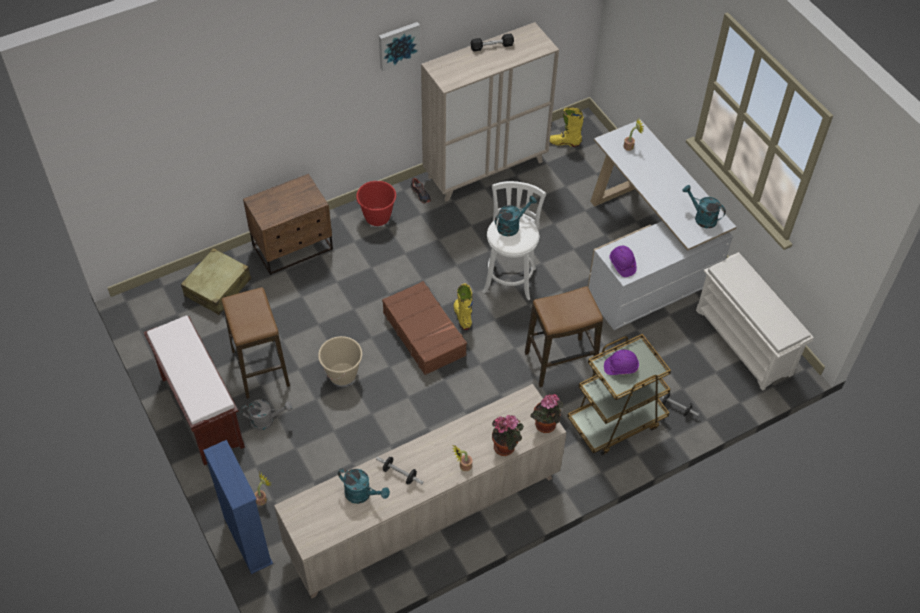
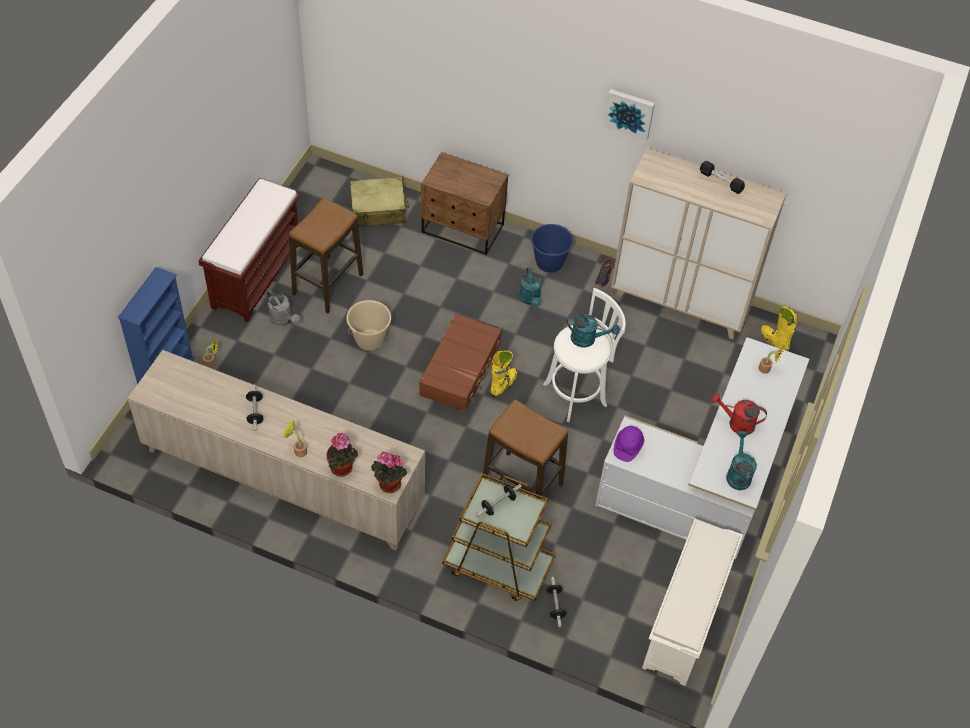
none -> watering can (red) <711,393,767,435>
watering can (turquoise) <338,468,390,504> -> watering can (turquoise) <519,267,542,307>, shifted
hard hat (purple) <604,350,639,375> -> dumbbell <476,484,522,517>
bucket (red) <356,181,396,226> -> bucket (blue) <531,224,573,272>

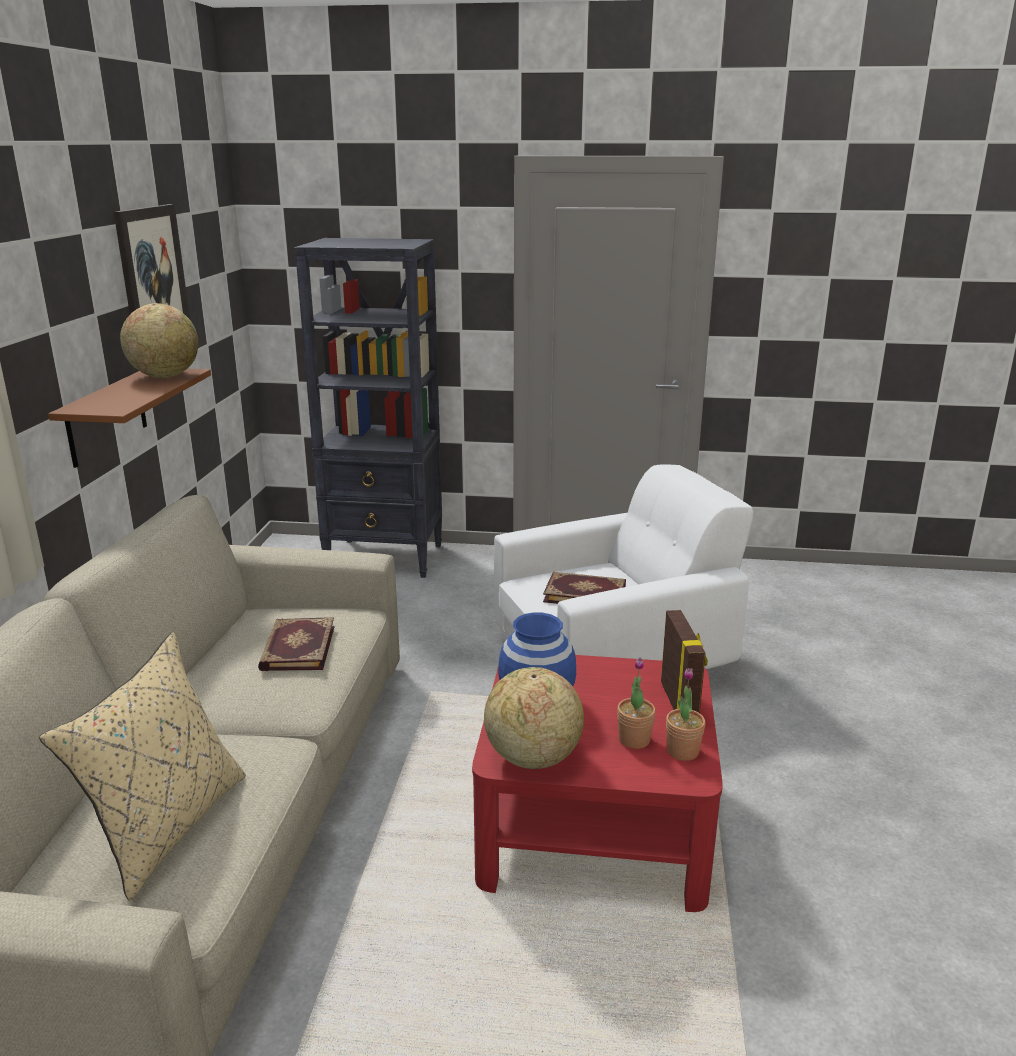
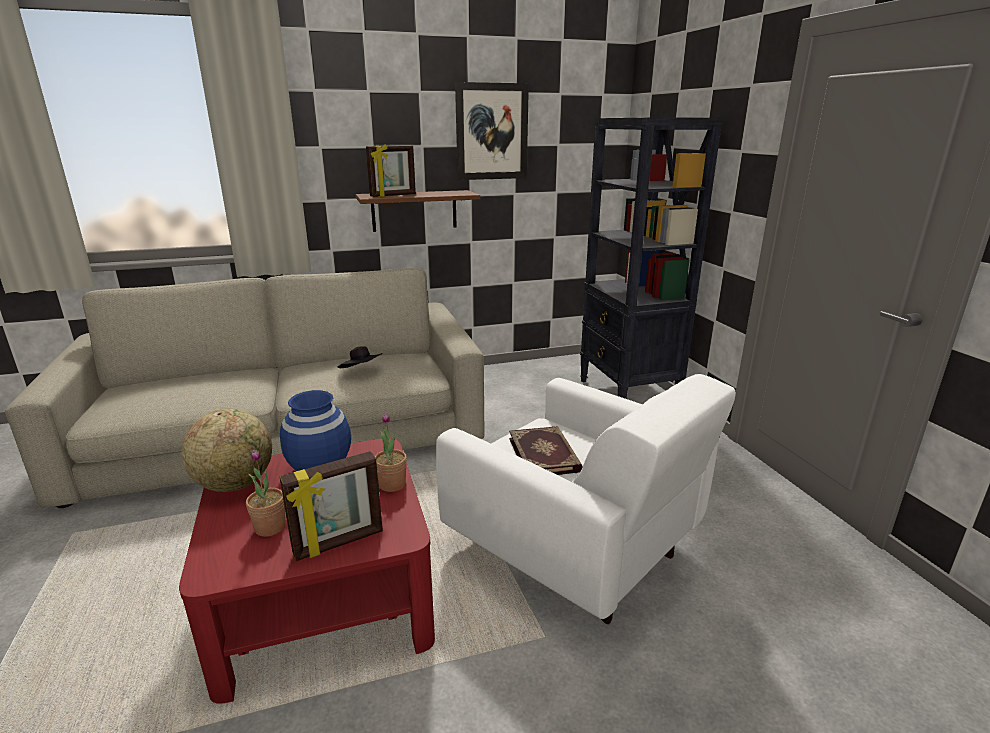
pillow (beige) <39,632,246,900> -> none
globe <120,303,198,378> -> none
none -> picture frame <366,144,416,197>
potted plant <666,668,705,761> -> potted plant <375,412,407,492>, shifted
book <258,617,335,671> -> hat (black) <337,346,383,368>

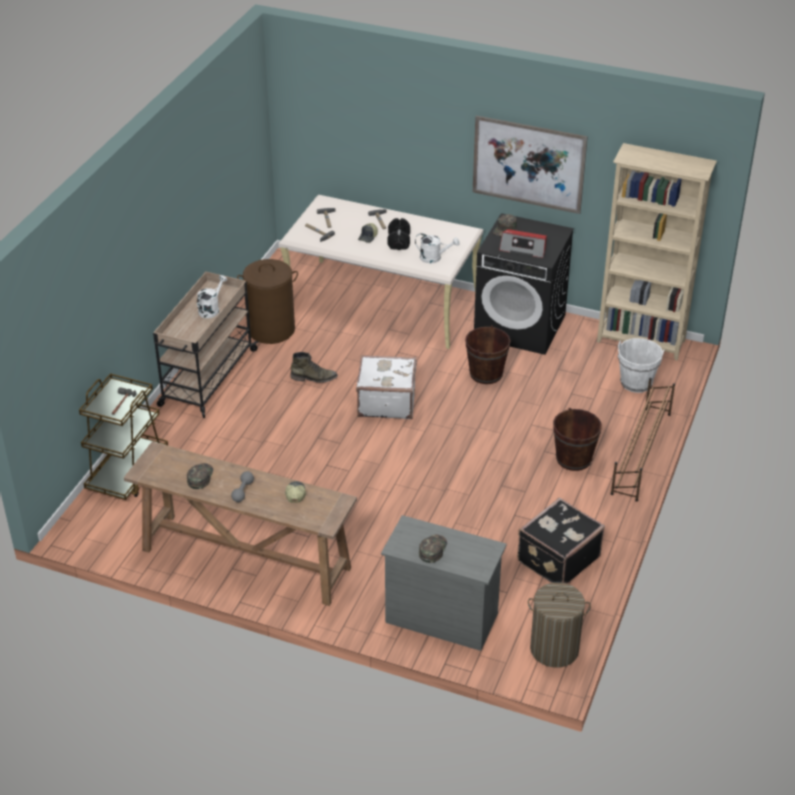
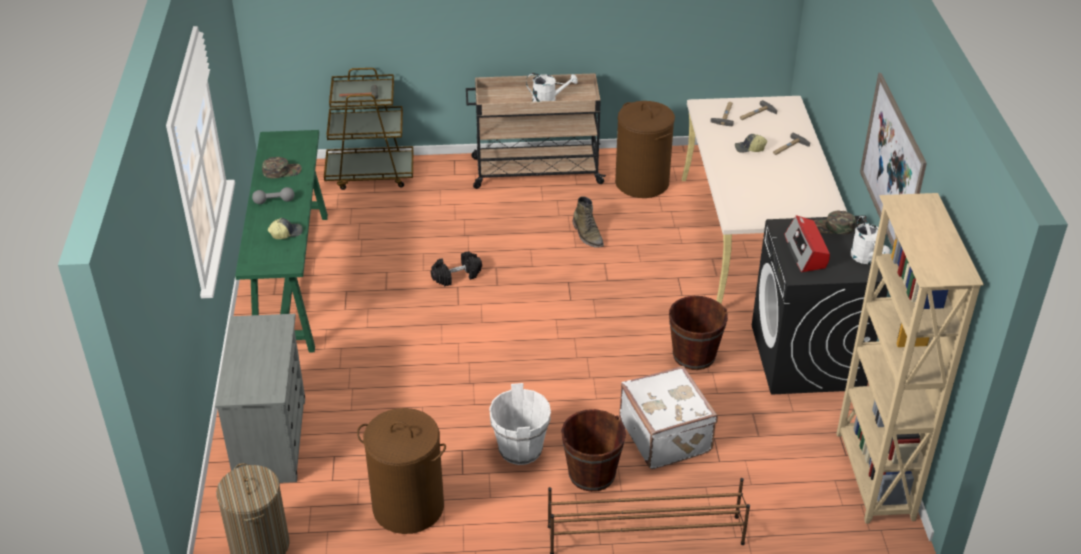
cap (green) <419,535,447,563> -> none
suitcase (white) <356,355,417,419> -> suitcase (white) <619,366,718,469>, shifted
dumbbell (black) <388,218,410,250> -> dumbbell (black) <431,252,482,287>, shifted
watering can (white) <415,233,459,263> -> watering can (white) <851,216,890,264>, shifted
bucket (white) <618,338,665,393> -> bucket (white) <489,383,551,465>, shifted
suitcase (black) <517,497,605,584> -> laundry basket (brown) <357,408,446,534>
console table (brown) <124,441,357,606> -> console table (green) <235,130,328,353>

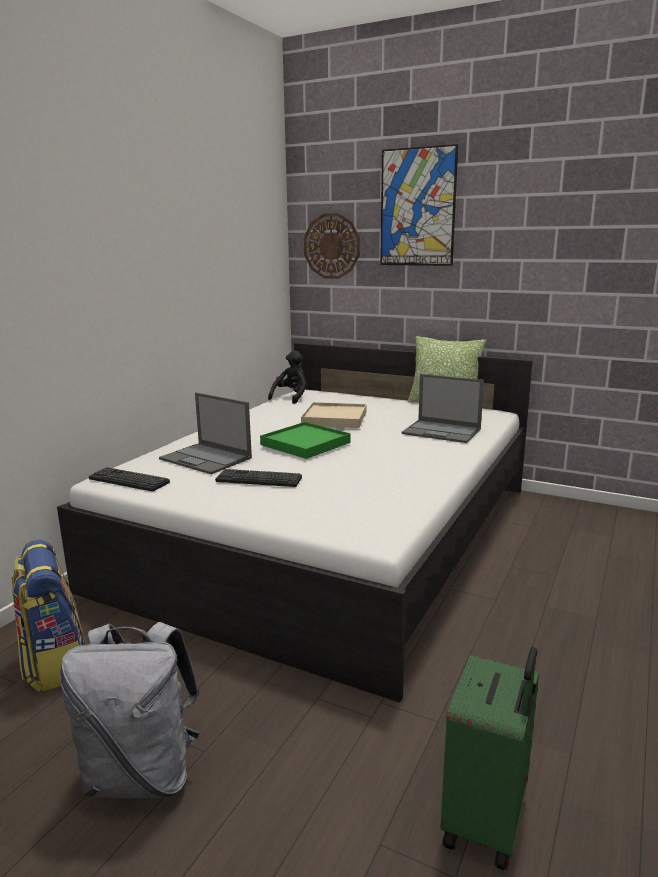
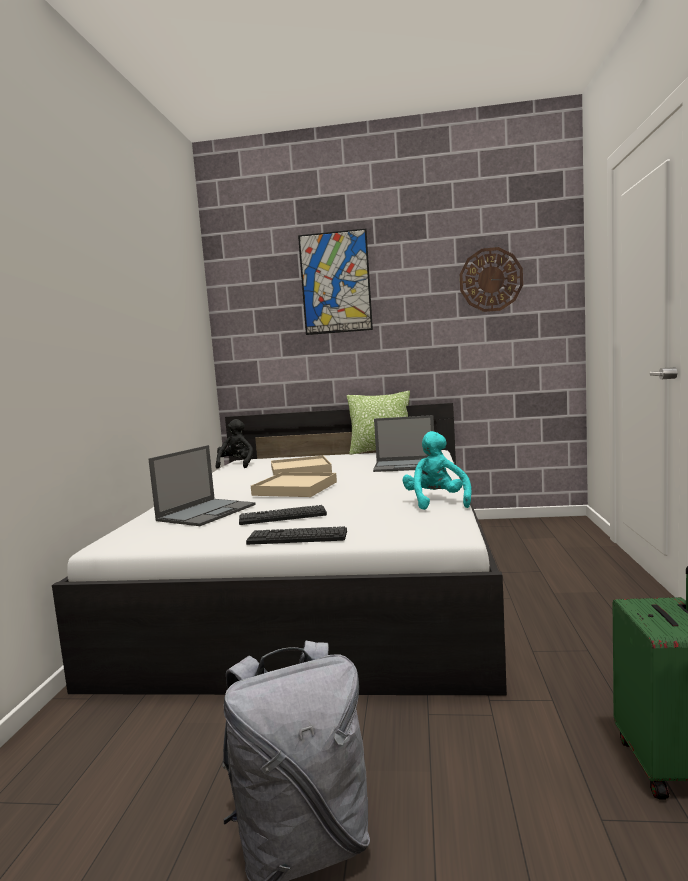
backpack <12,540,86,692> -> none
none -> plush toy (turquoise) <402,431,472,510>
keyboard <89,467,170,492> -> keyboard <246,526,347,545>, shifted
wall clock <304,213,360,279> -> wall clock <460,247,523,312>, shifted
tray (green) <260,422,351,459> -> tray (beige) <251,472,337,497>
laptop <159,392,252,475> -> laptop <148,445,255,526>, 75 degrees counterclockwise

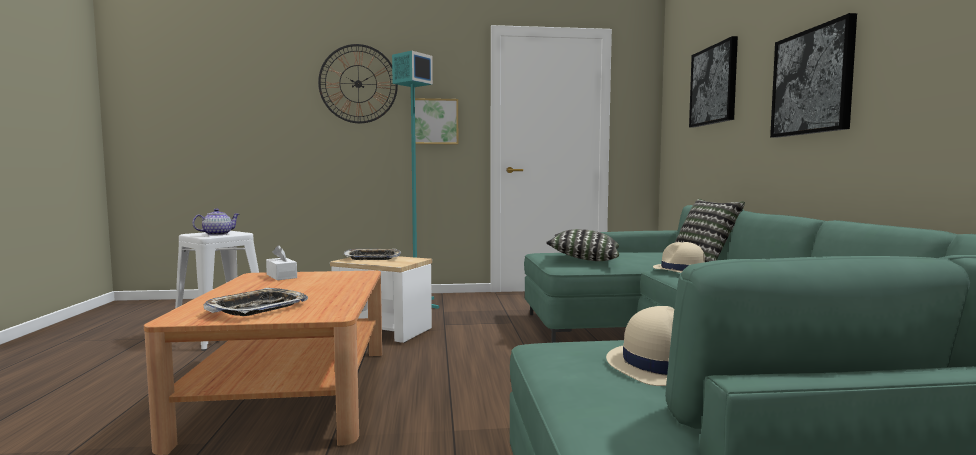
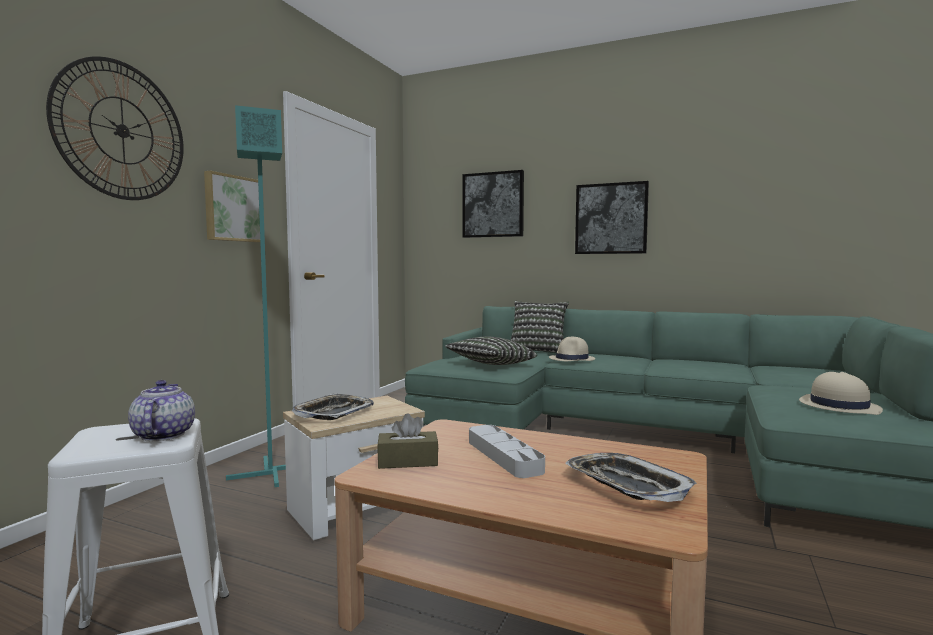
none -> tray (grey) <469,425,545,478>
tissue box (white) <266,245,297,280> -> tissue box (brown) <377,413,439,469>

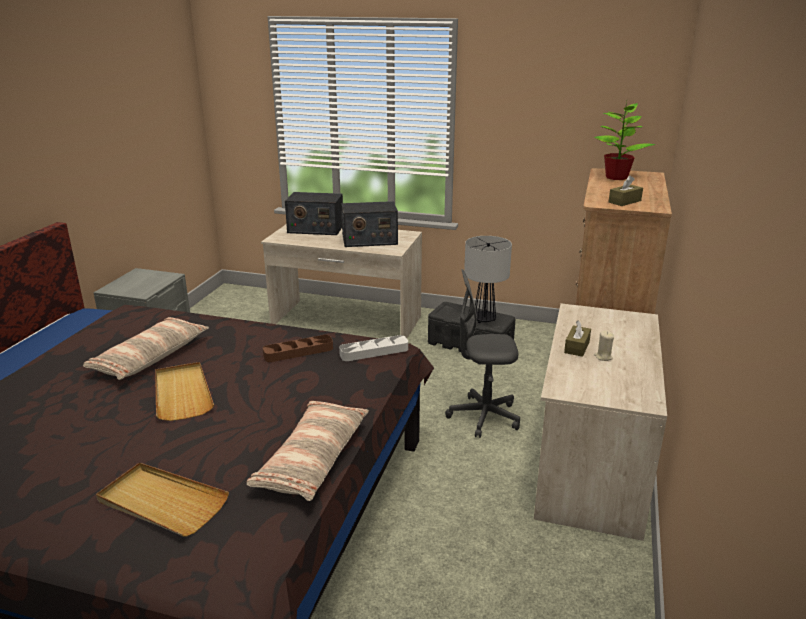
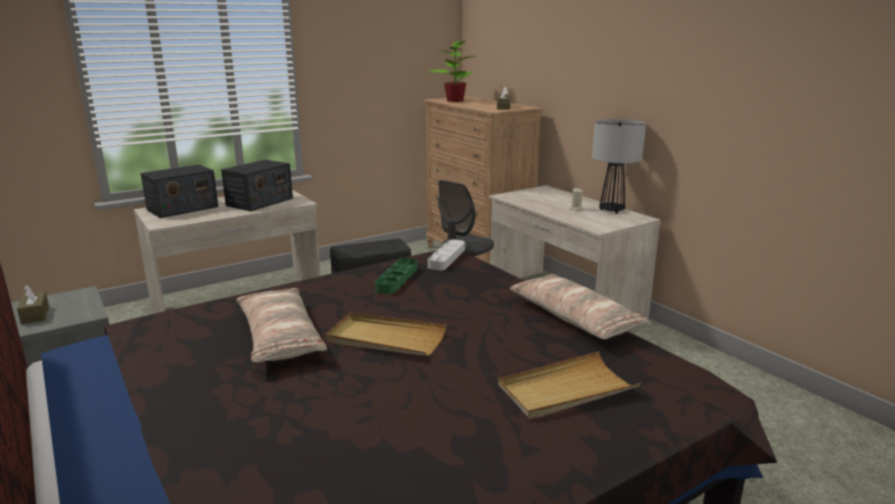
table lamp <464,236,512,323> -> table lamp <592,119,646,214>, shifted
tissue box (brown) <564,320,591,357> -> tissue box (brown) <17,285,49,324>, shifted
tray (brown) <263,335,333,362> -> tray (green) <375,258,417,294>

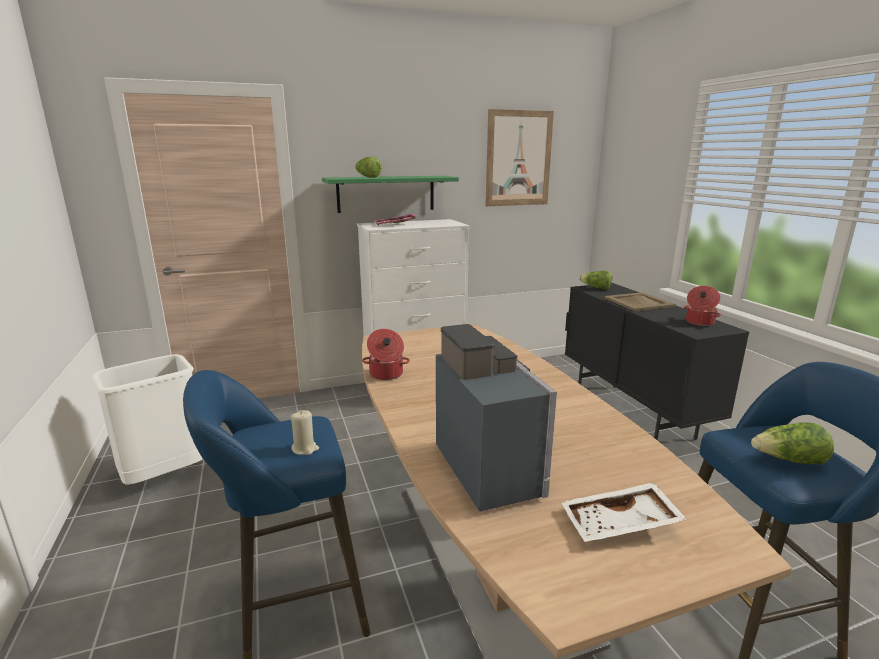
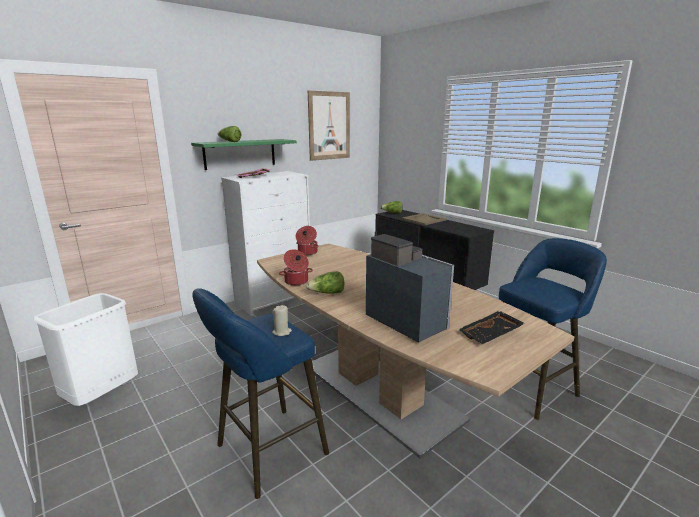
cooking pot <683,286,721,326> -> cooking pot <296,226,319,255>, shifted
lettuce <751,422,834,465> -> lettuce <306,271,344,294>, shifted
tray (white) <561,482,687,542> -> tray (black) <458,311,525,344>

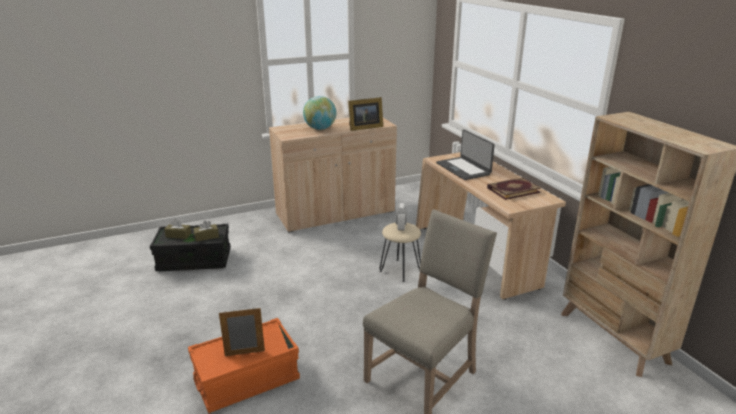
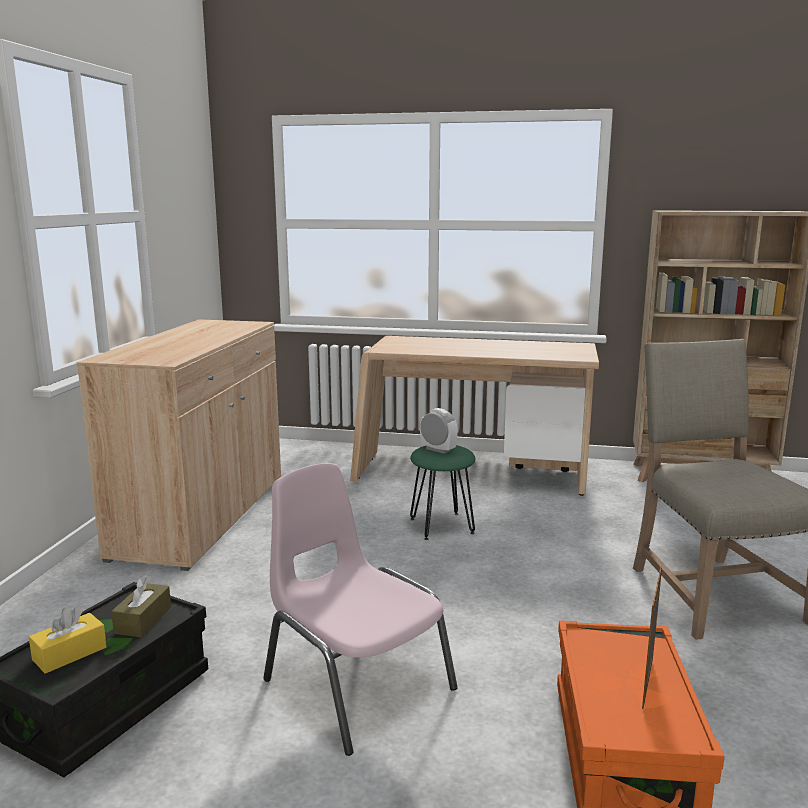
globe <303,96,336,130> -> none
picture frame <348,97,383,131> -> none
laptop <436,129,495,180> -> none
book <487,177,541,200> -> none
none -> chair (pink) <263,463,458,756>
tissue box (brown) <164,219,191,239> -> tissue box (yellow) <29,607,107,674>
stool (beige) <379,223,421,282> -> stool (green) <410,445,475,540>

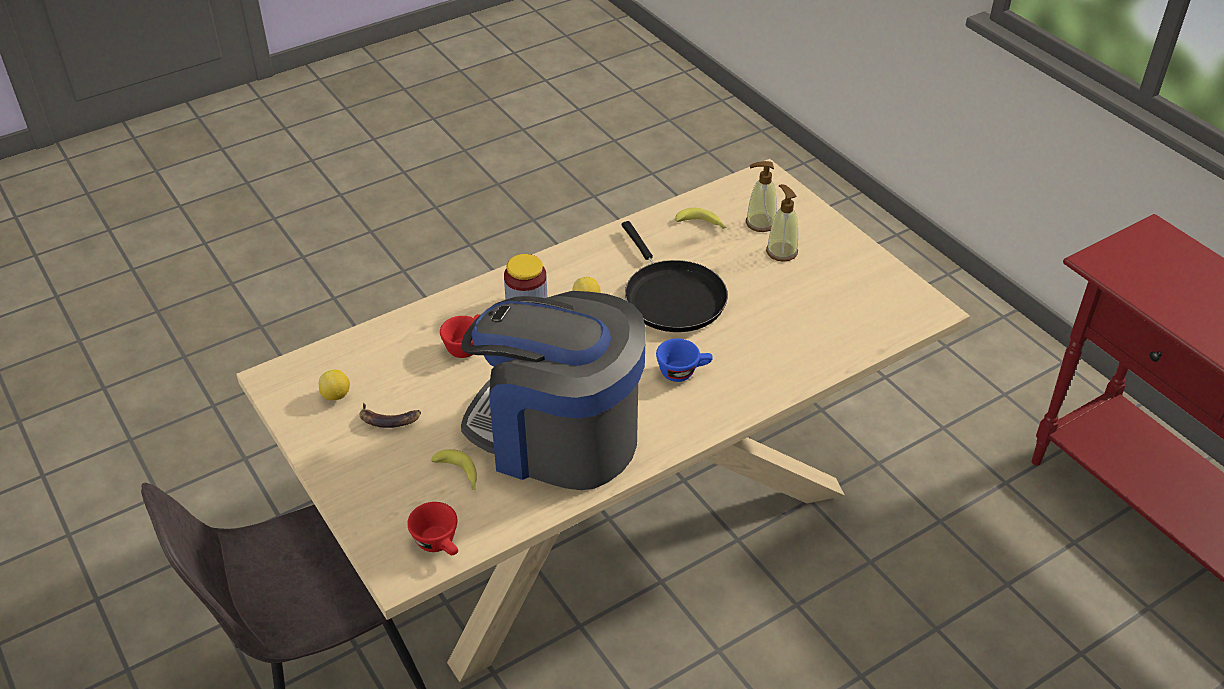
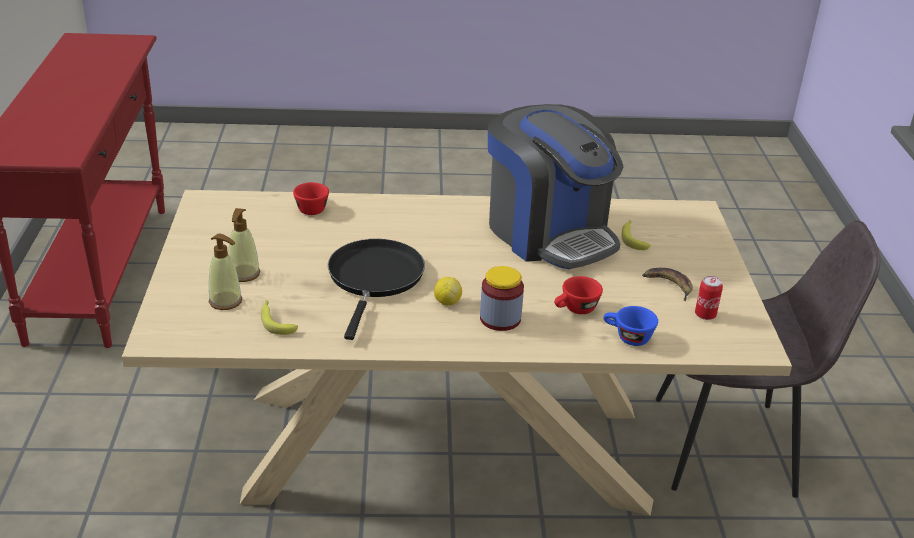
cup (red) <407,502,458,555> -> cup (red) <293,182,329,215>, shifted
cup (blue) <656,338,713,382> -> cup (blue) <603,306,658,346>, shifted
lemon <319,370,350,401> -> can <695,276,723,320>

